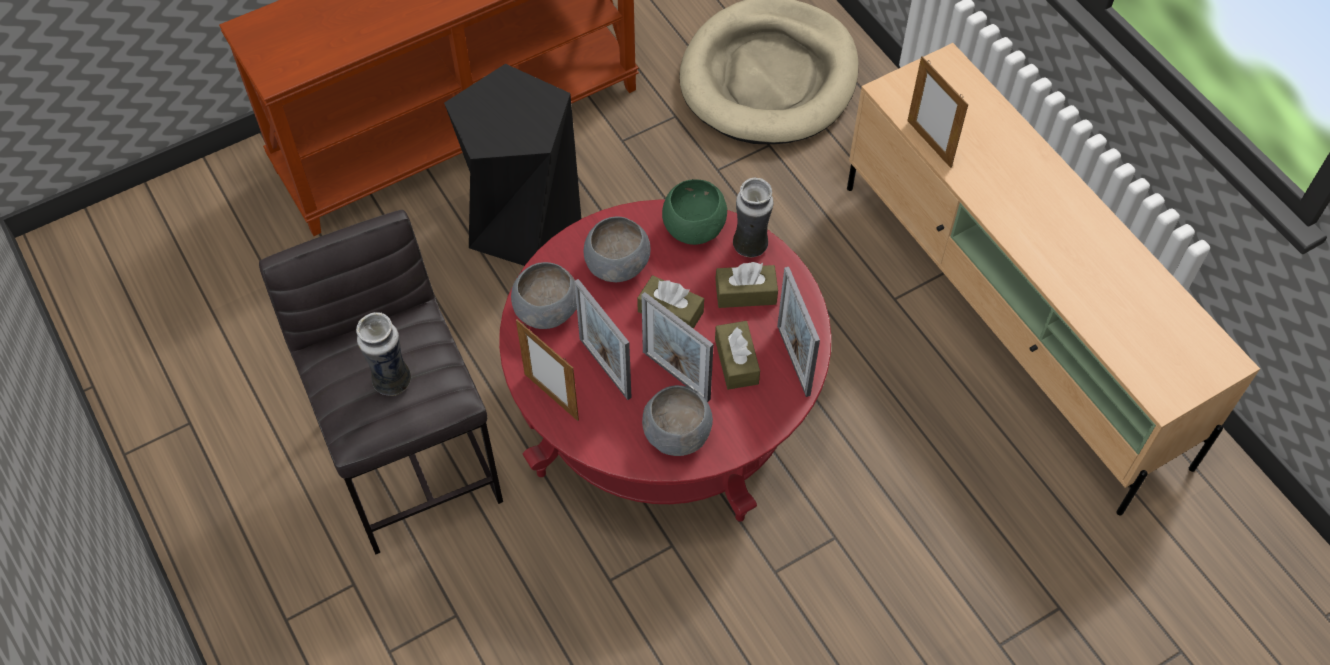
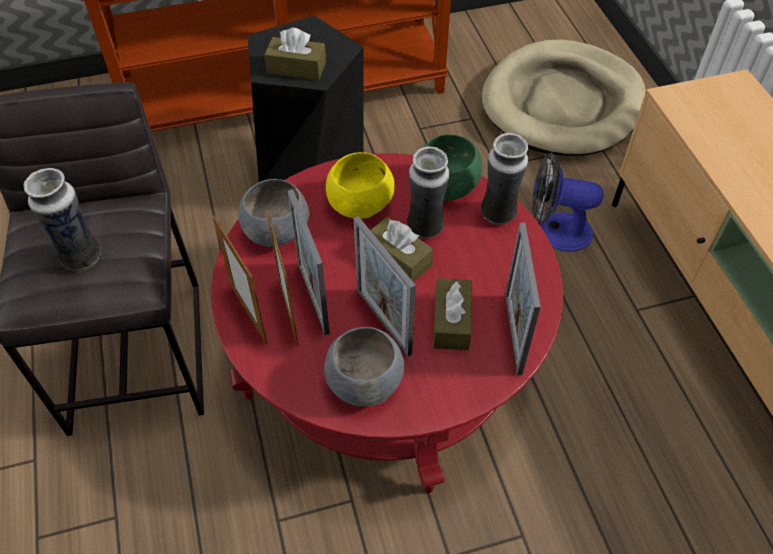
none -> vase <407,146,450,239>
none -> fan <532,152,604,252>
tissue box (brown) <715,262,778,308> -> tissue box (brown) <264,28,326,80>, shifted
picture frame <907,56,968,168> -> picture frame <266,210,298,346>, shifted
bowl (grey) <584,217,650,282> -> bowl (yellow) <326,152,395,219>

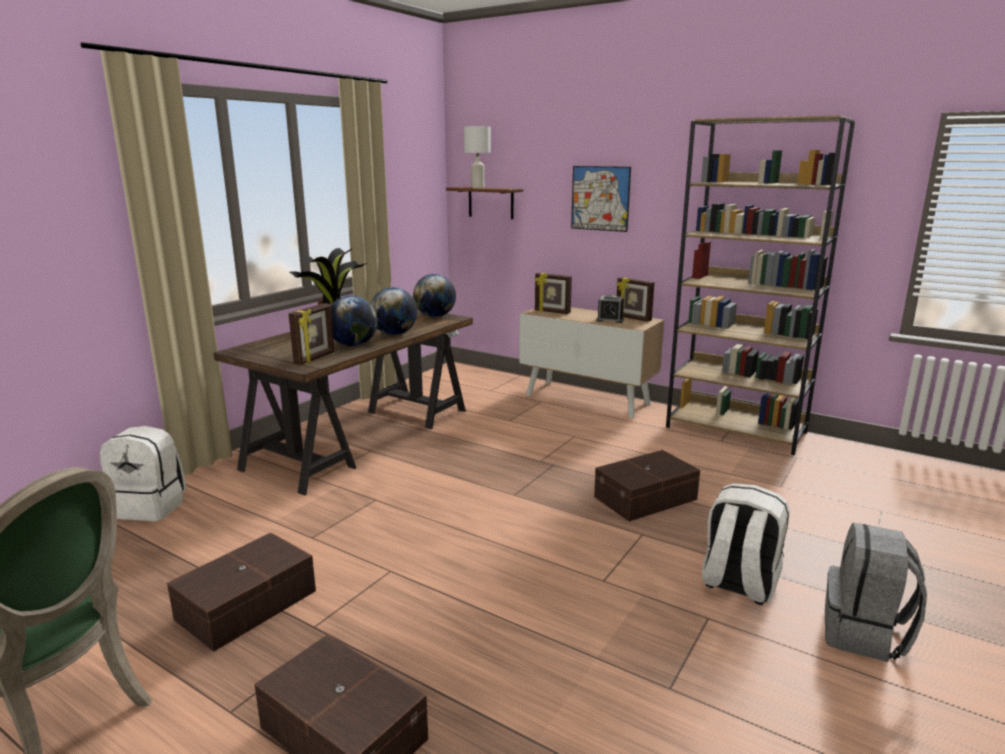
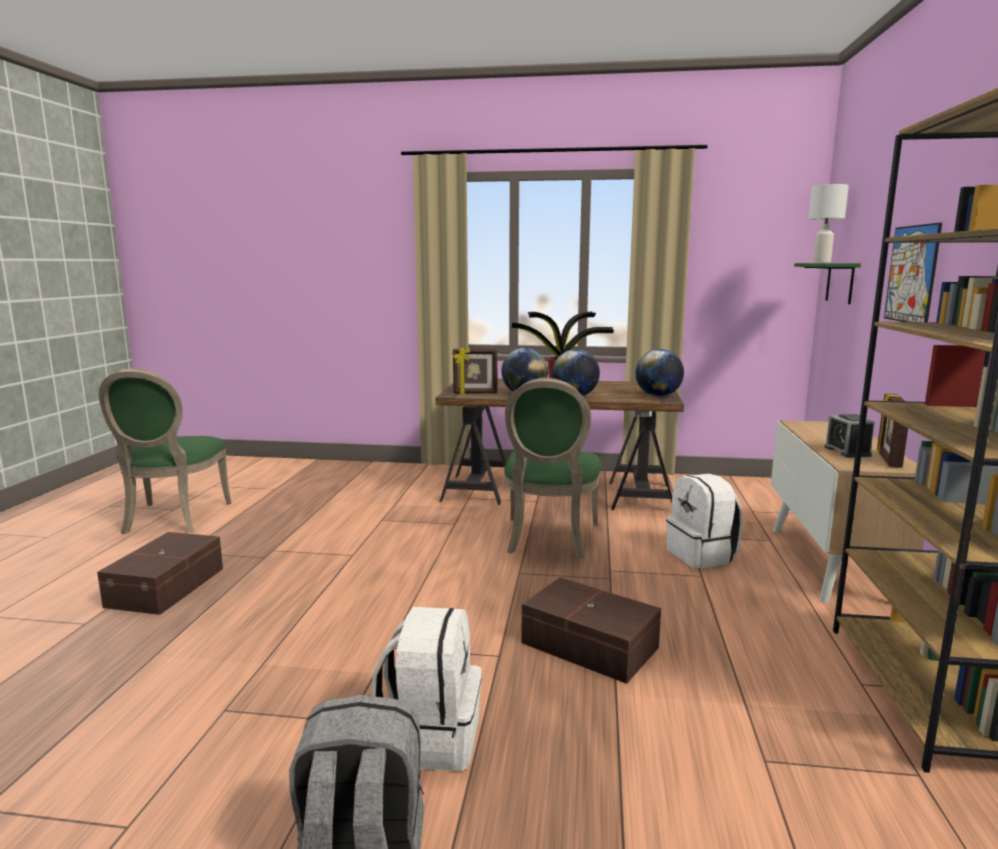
storage box (brown) <167,533,316,652> -> none
picture frame <535,273,572,314> -> none
none -> chair (green) <504,378,602,559>
backpack (white) <100,426,186,521> -> backpack (white) <666,474,742,568>, shifted
shelf (brown) <446,187,523,219> -> shelf (green) <794,263,861,304>

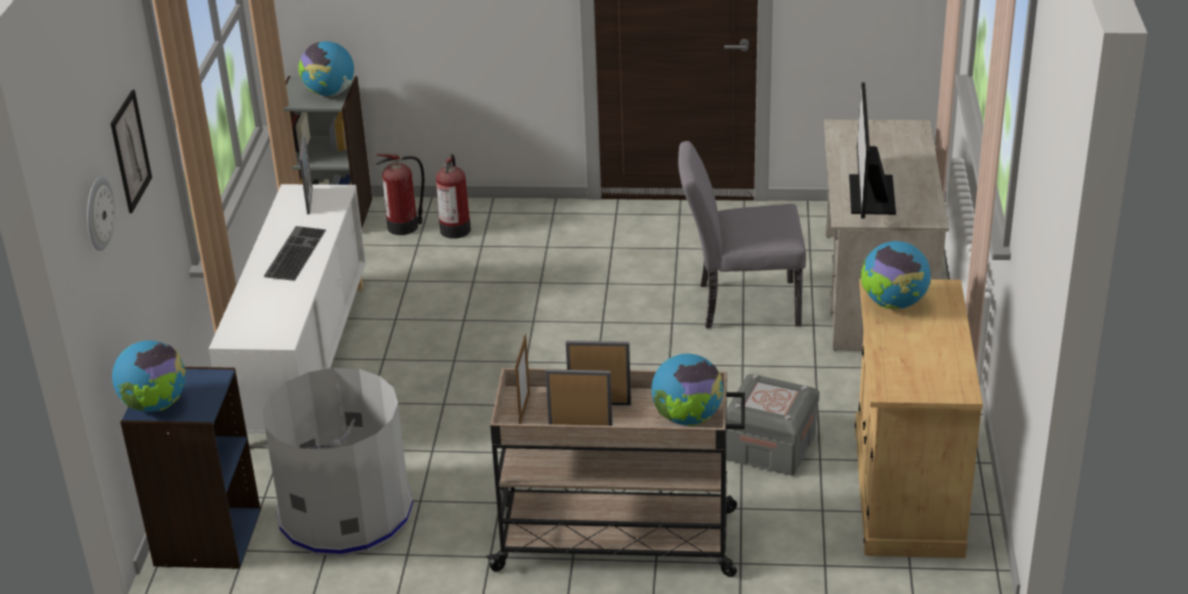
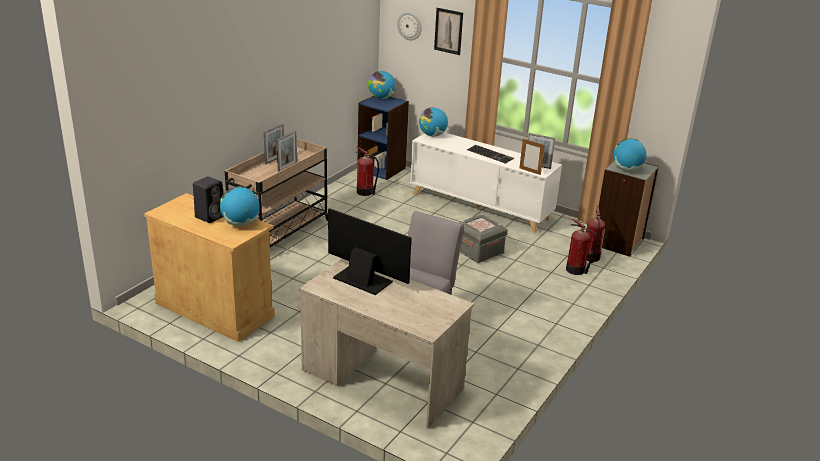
none -> speaker (black) <193,176,224,223>
picture frame <515,333,530,424> -> picture frame <519,138,545,175>, shifted
globe <652,354,723,426> -> globe <419,107,448,137>, shifted
storage box (grey) <726,374,820,476> -> storage box (grey) <458,214,508,263>, shifted
trash can (grey) <262,368,413,556> -> fire extinguisher <356,147,379,196>

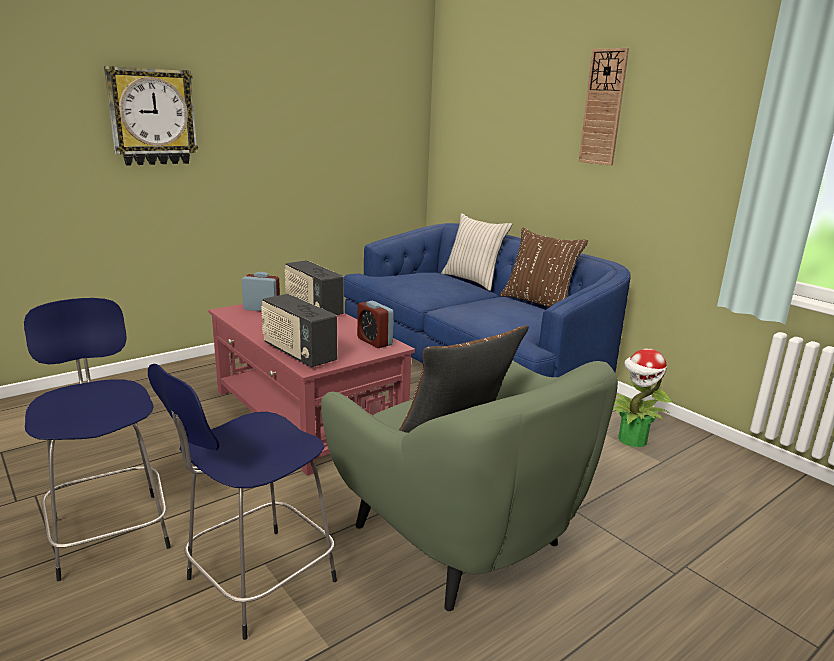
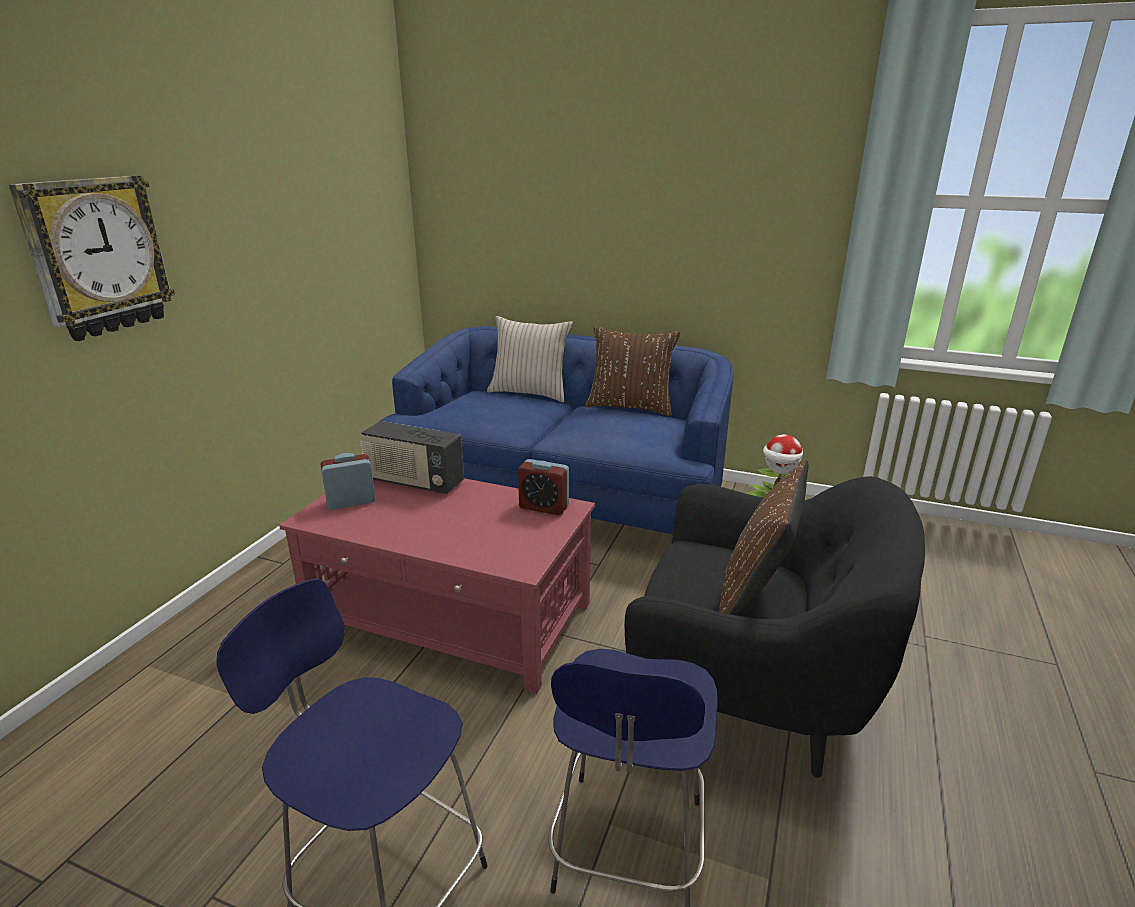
radio <261,294,337,367> -> none
wall clock <579,48,629,166> -> none
armchair (green) <321,360,618,611> -> armchair (black) <625,477,925,778>

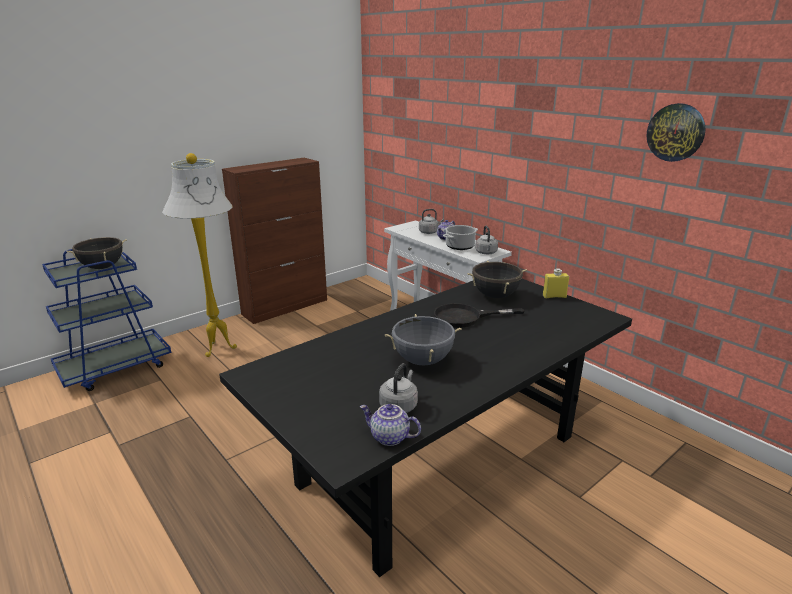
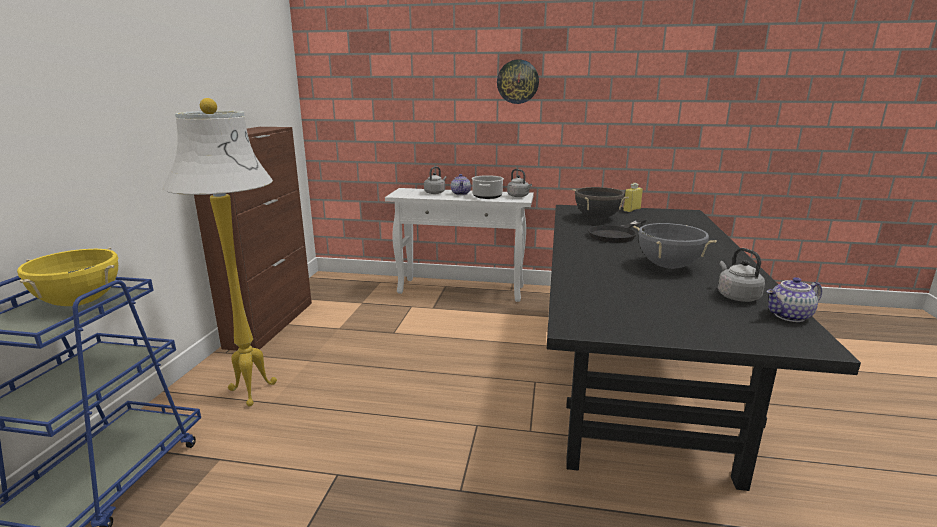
wall clock <646,103,706,162> -> wall clock <497,59,539,104>, shifted
cooking pot (black) <66,237,127,269> -> cooking pot (yellow) <17,247,118,306>

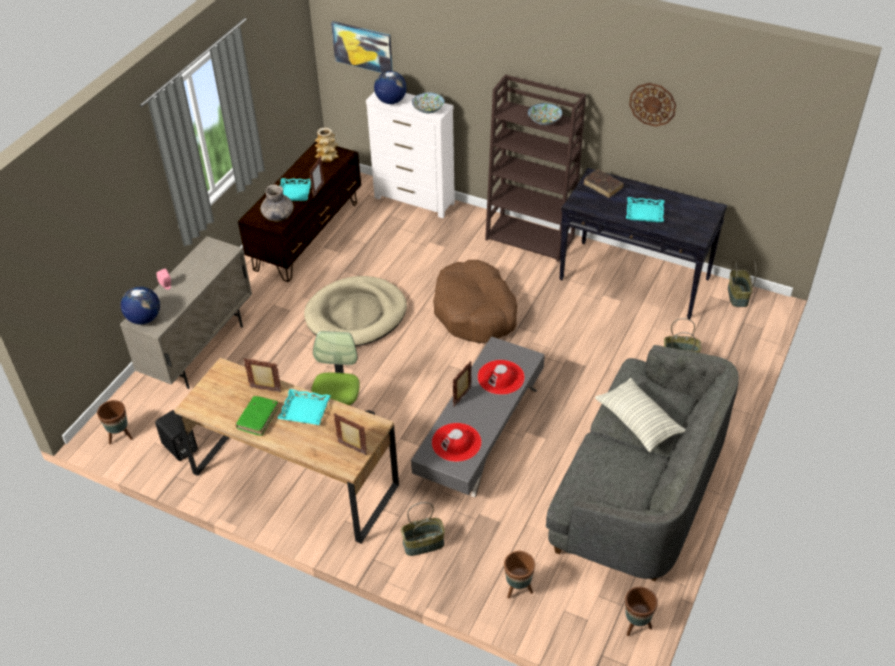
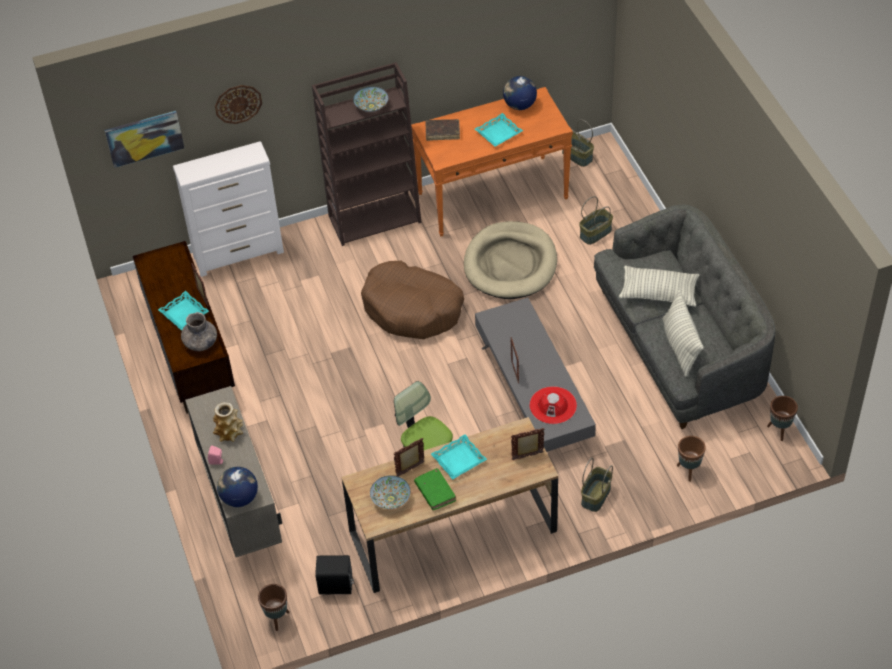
hat (red) <477,360,525,395> -> none
none -> pillow <663,290,704,377>
dog bed (beige) <304,276,407,346> -> dog bed (beige) <464,221,557,299>, shifted
vase <315,127,339,162> -> vase <213,402,243,442>, shifted
globe <374,71,407,104> -> globe <503,76,537,110>, shifted
bowl <412,93,445,114> -> bowl <370,475,410,509>, shifted
wall clock <629,83,676,127> -> wall clock <215,85,262,124>, shifted
console table (black) <559,168,727,319> -> console table (orange) <411,87,573,236>

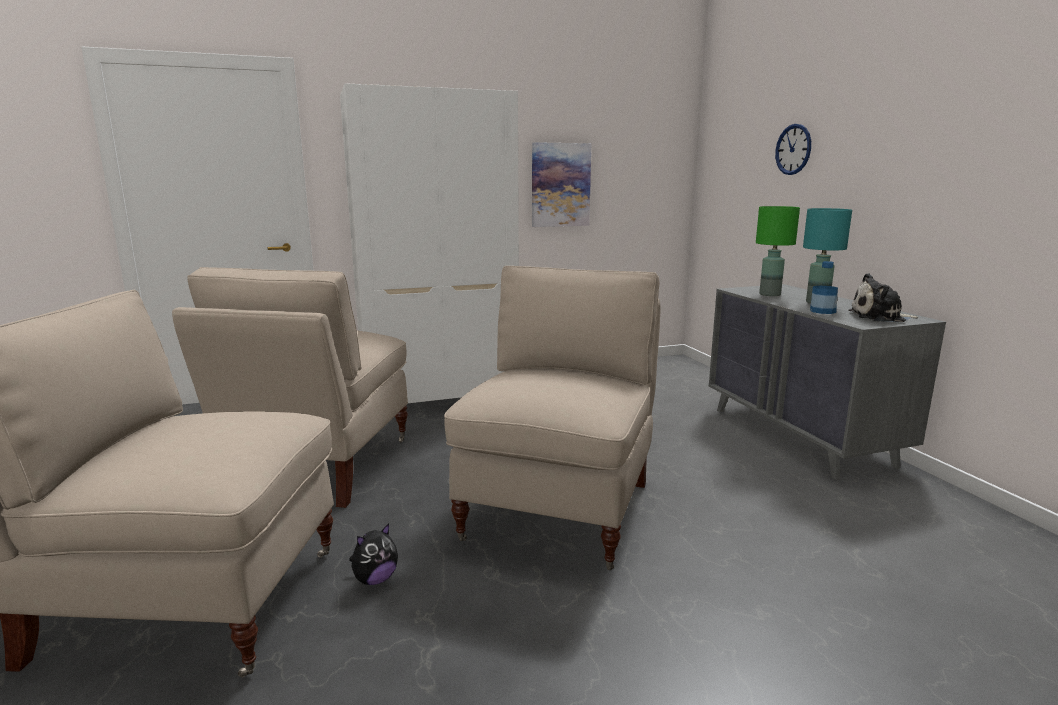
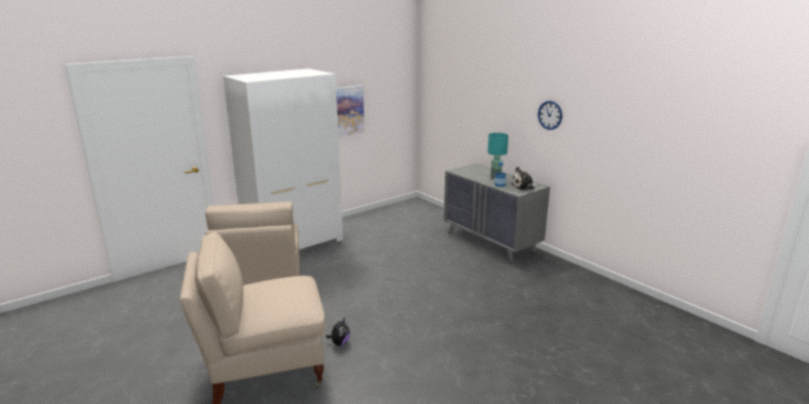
chair (beige) <444,266,661,570> -> none
table lamp (green) <756,206,800,296> -> none
wall clock <775,124,811,175> -> wall clock <538,101,562,130>, shifted

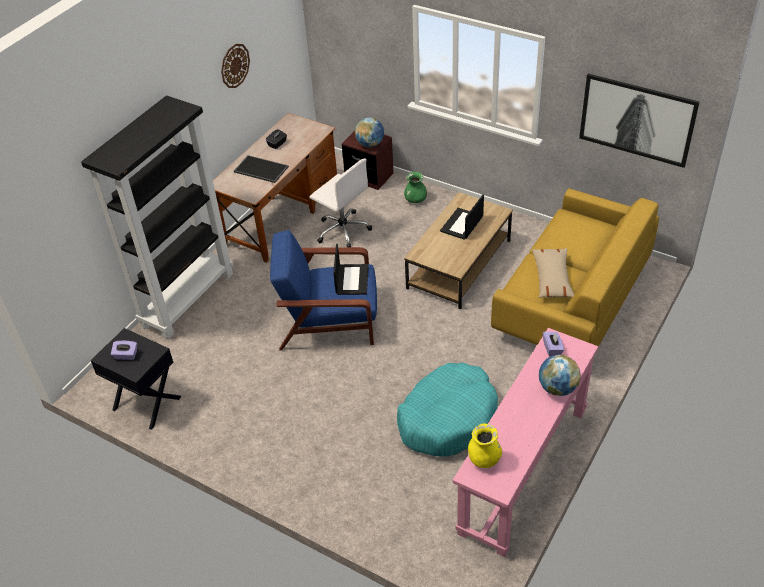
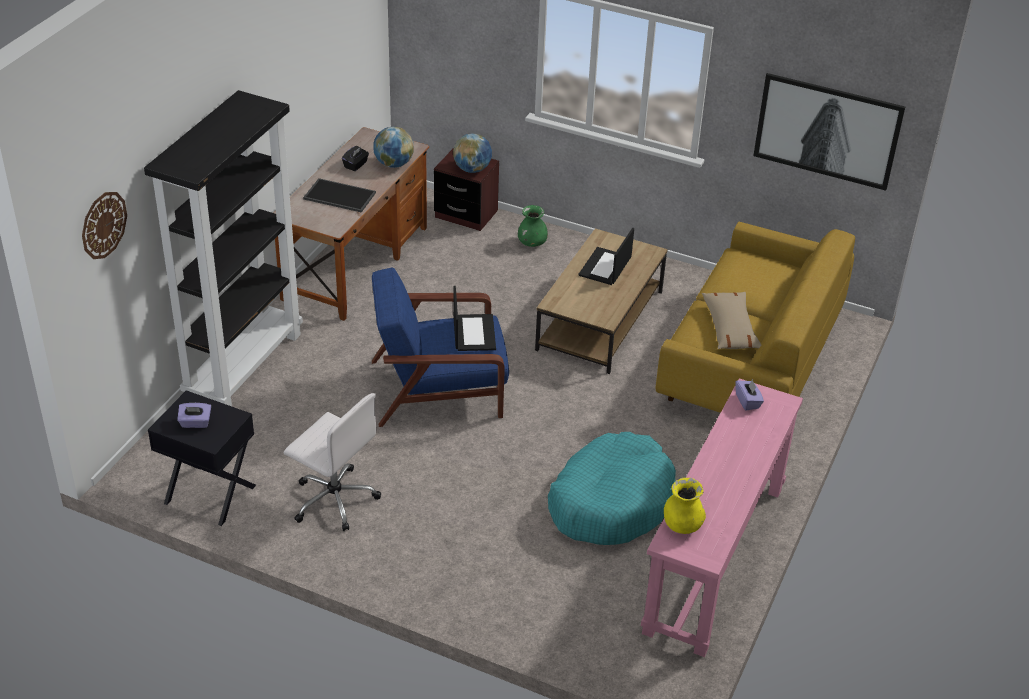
wall clock <221,44,250,88> -> wall clock <82,192,127,259>, shifted
office chair (white) <309,158,372,247> -> office chair (white) <284,393,381,531>, shifted
globe <539,355,581,396> -> globe <373,127,414,168>, shifted

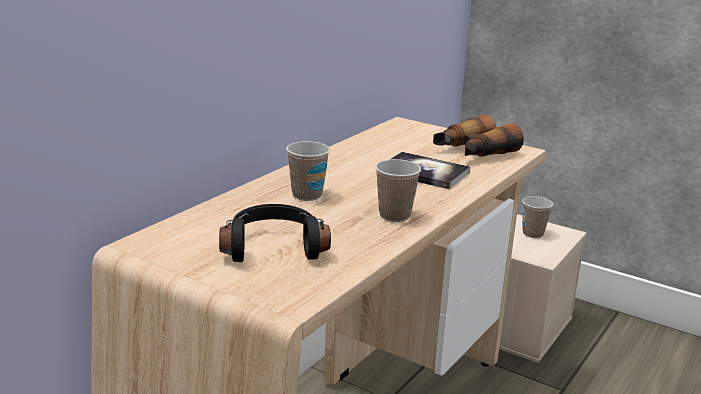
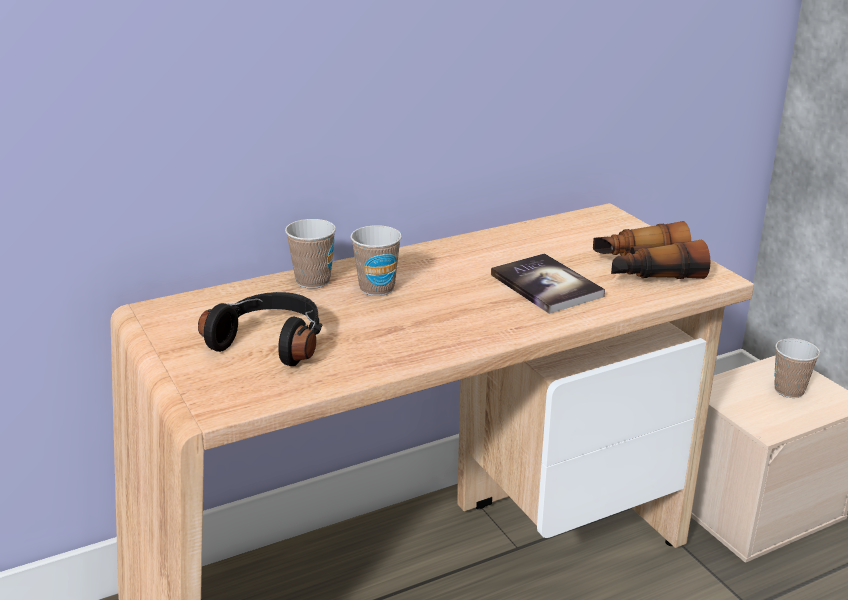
cup <375,159,421,222> -> cup <285,219,336,289>, shifted

